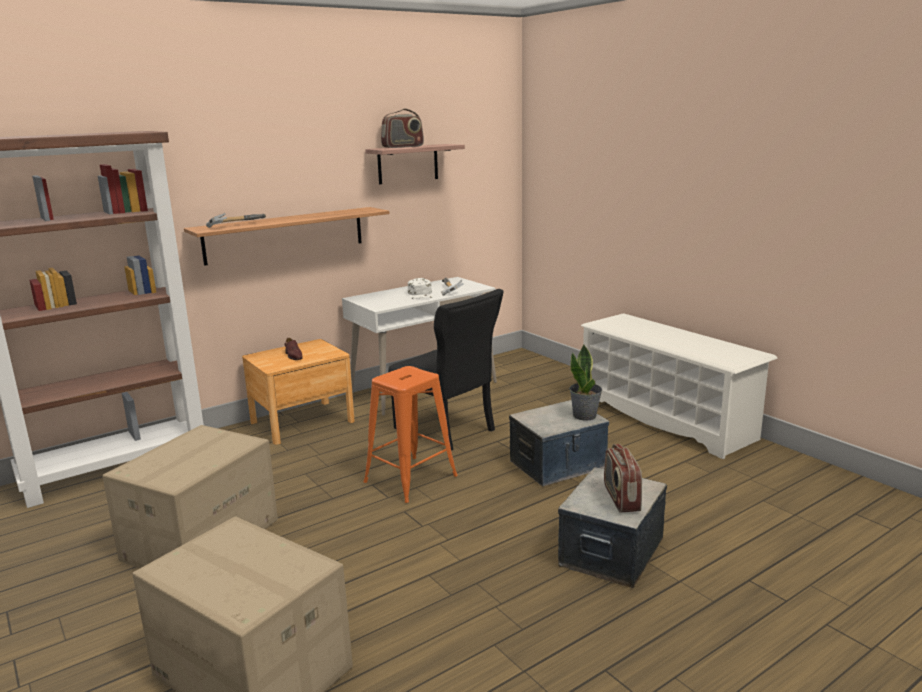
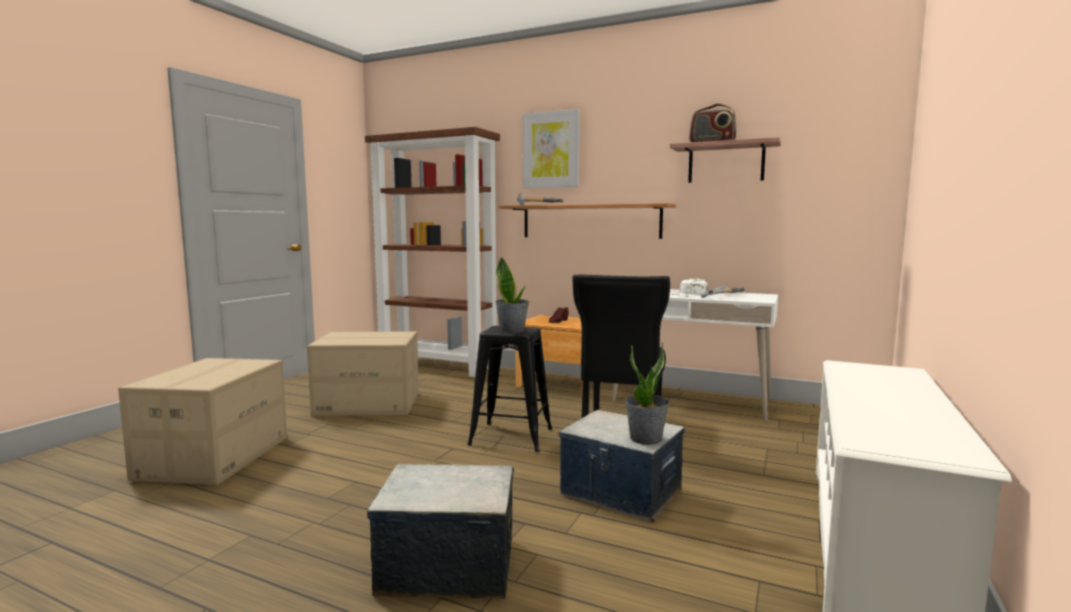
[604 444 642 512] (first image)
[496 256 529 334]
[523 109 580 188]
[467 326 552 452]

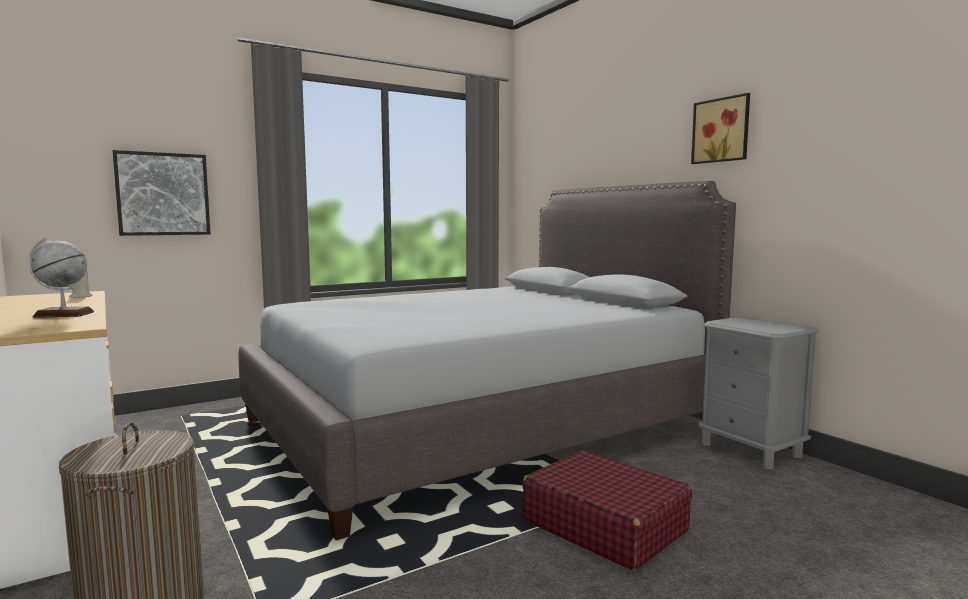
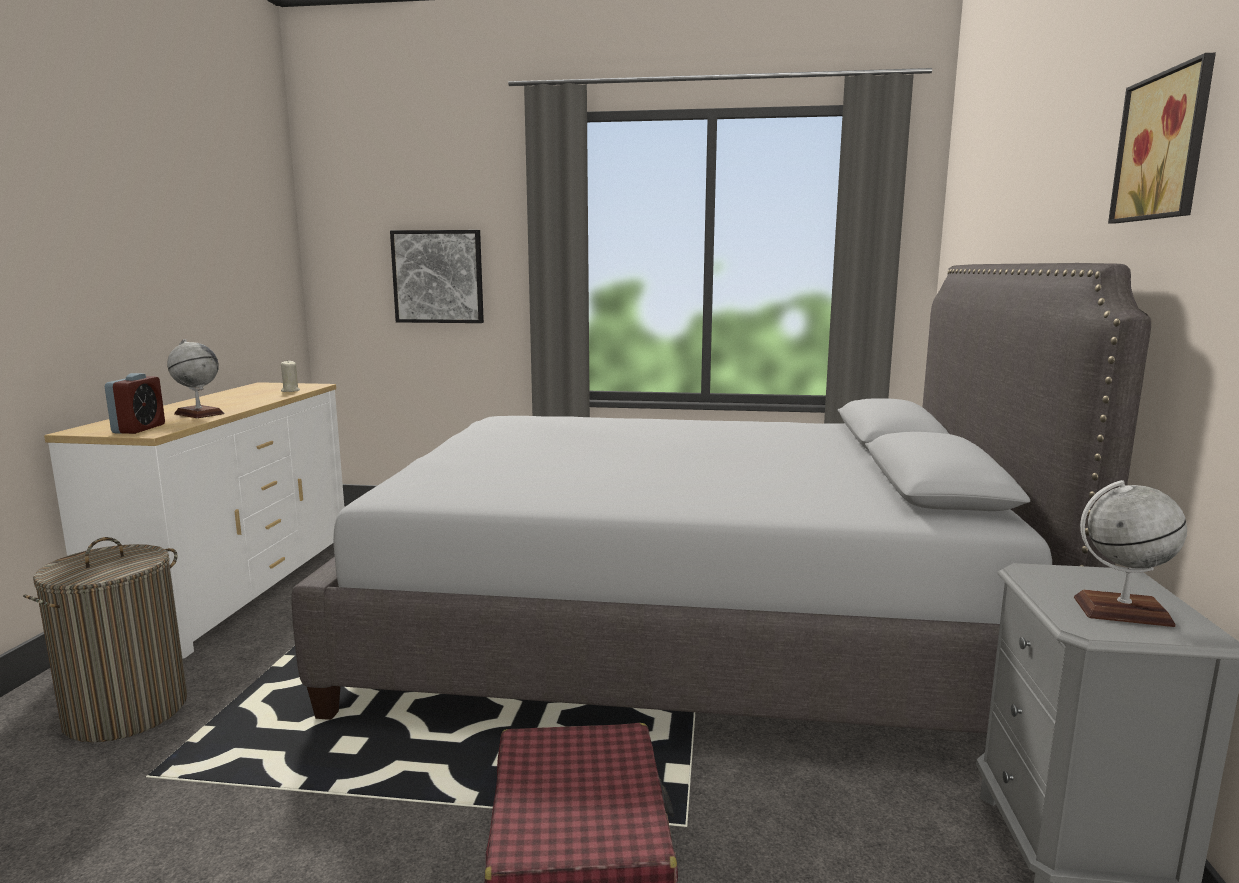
[105 373 165 434]
[1074 480 1187 627]

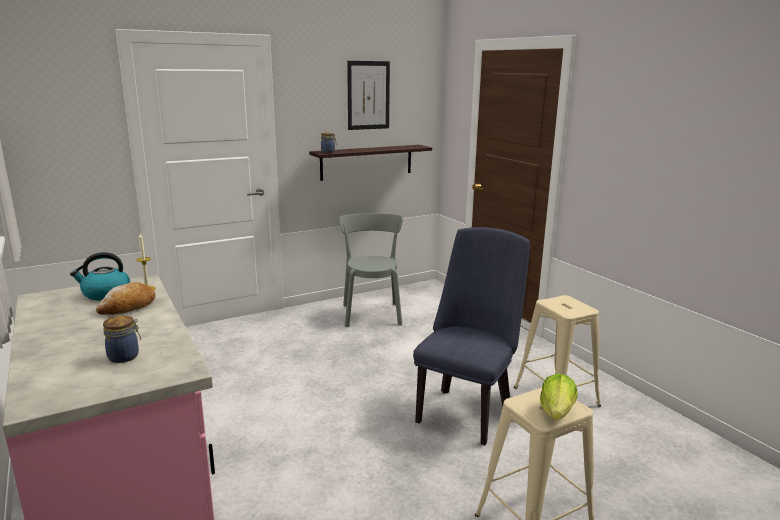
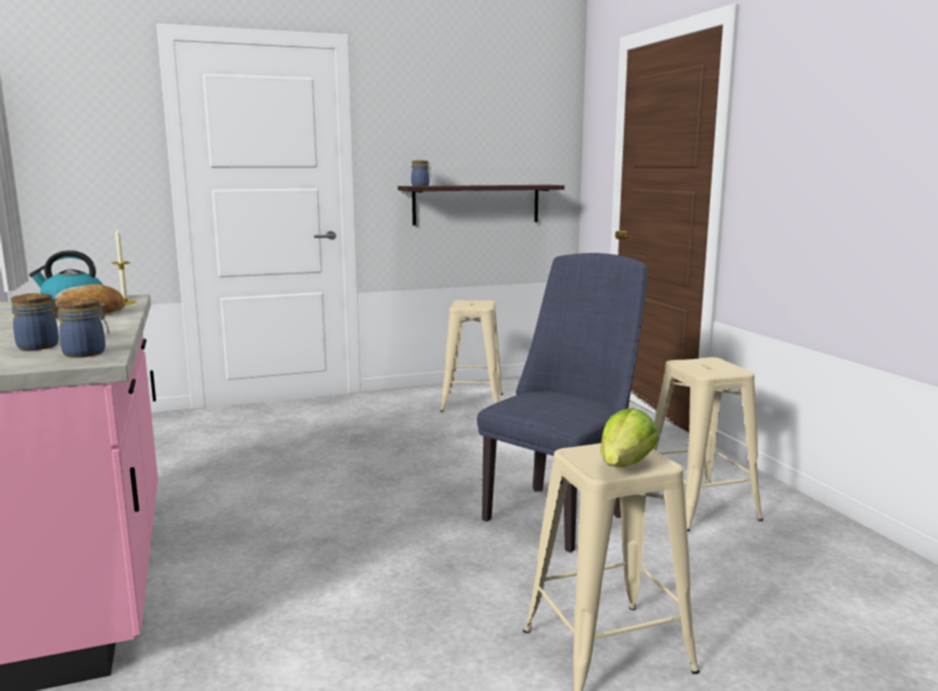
[347 61 390 130] (first image)
[57 298 109 358]
[440 300 503 412]

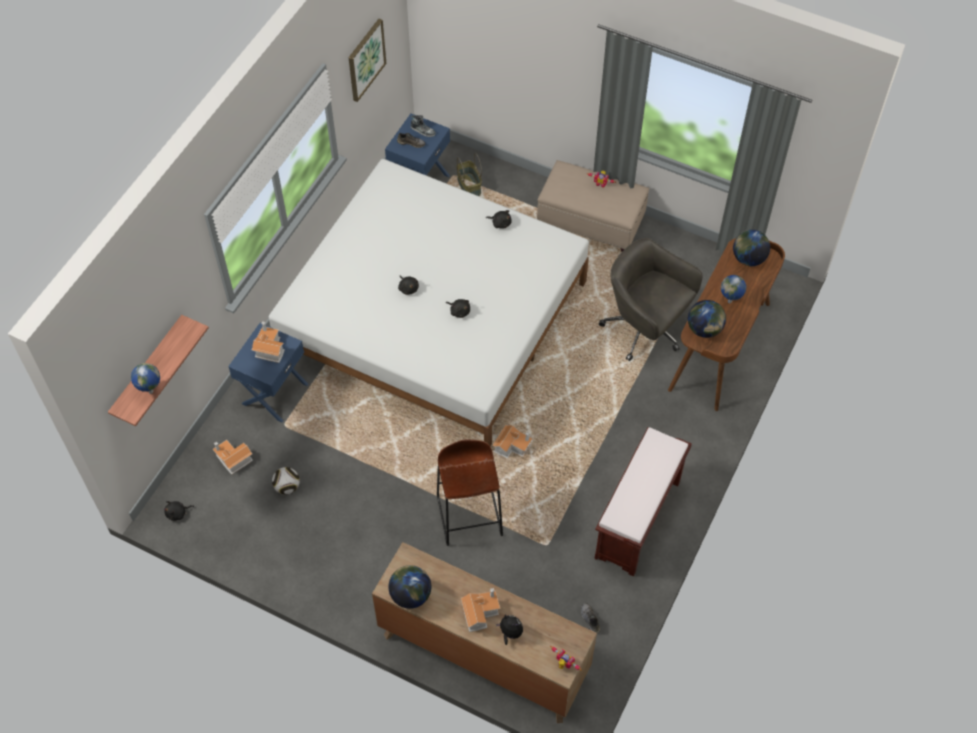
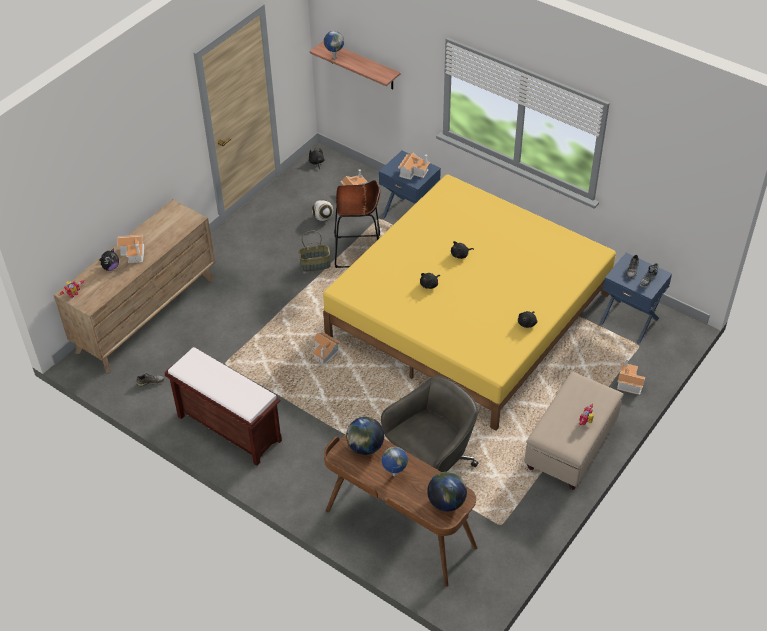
[349 19 386 102] (first image)
[388 565 431 609] (first image)
[617 358 645 395]
[334 180 380 268]
[298 230 331 272]
[323 174 616 431]

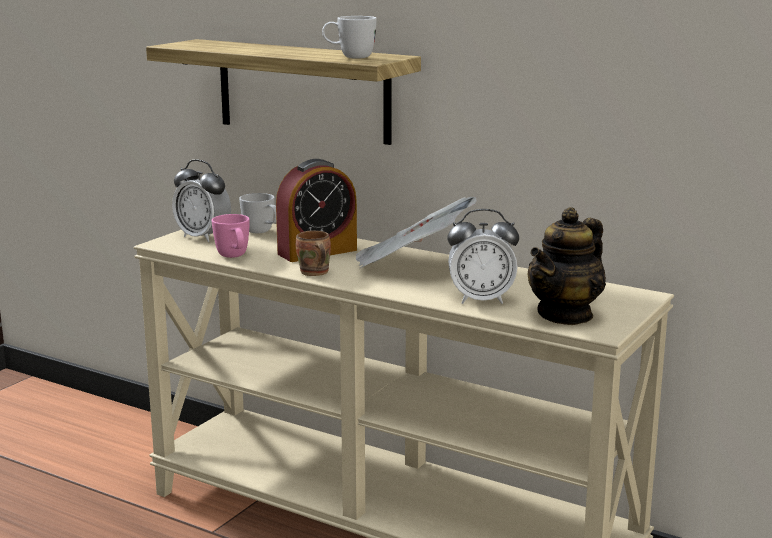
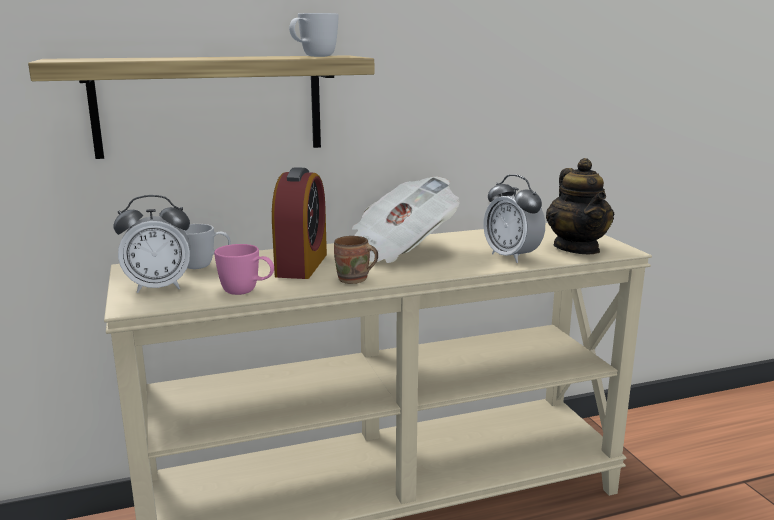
[483 174 545 263]

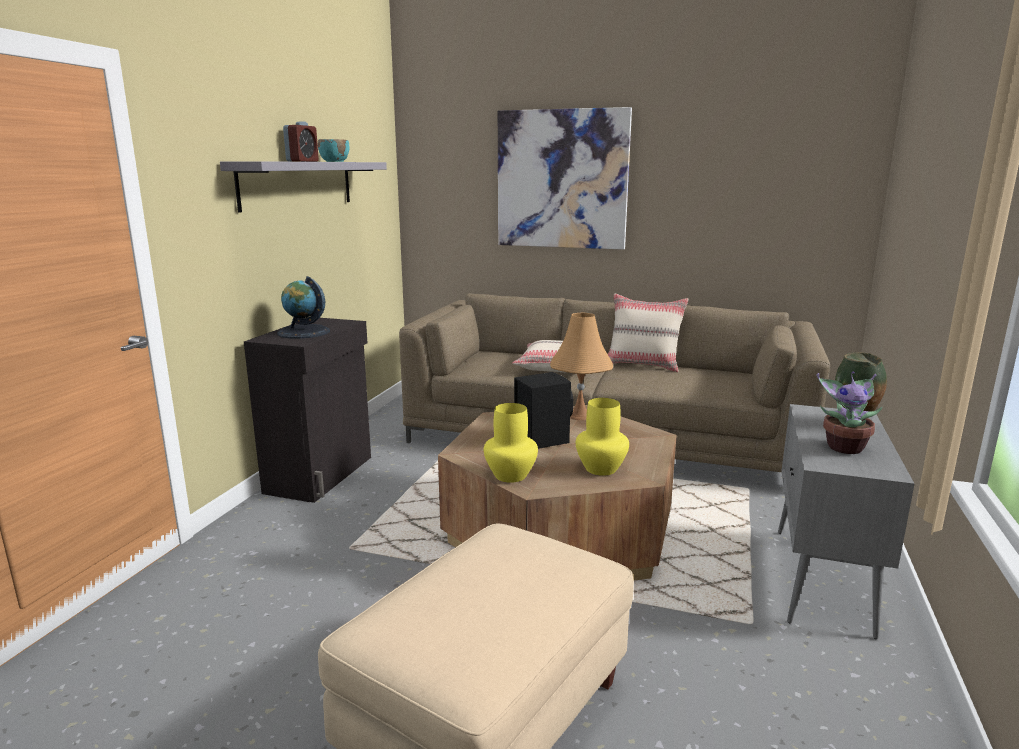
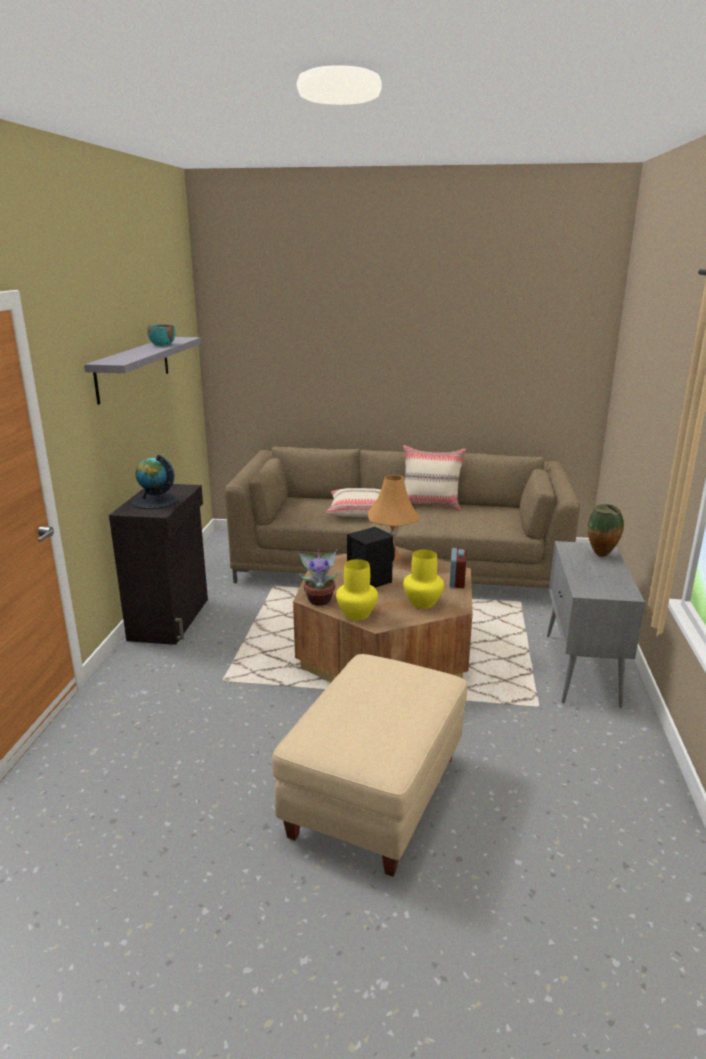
[498 107 632 250] (first image)
[449 548 466 588]
[298 549 340 606]

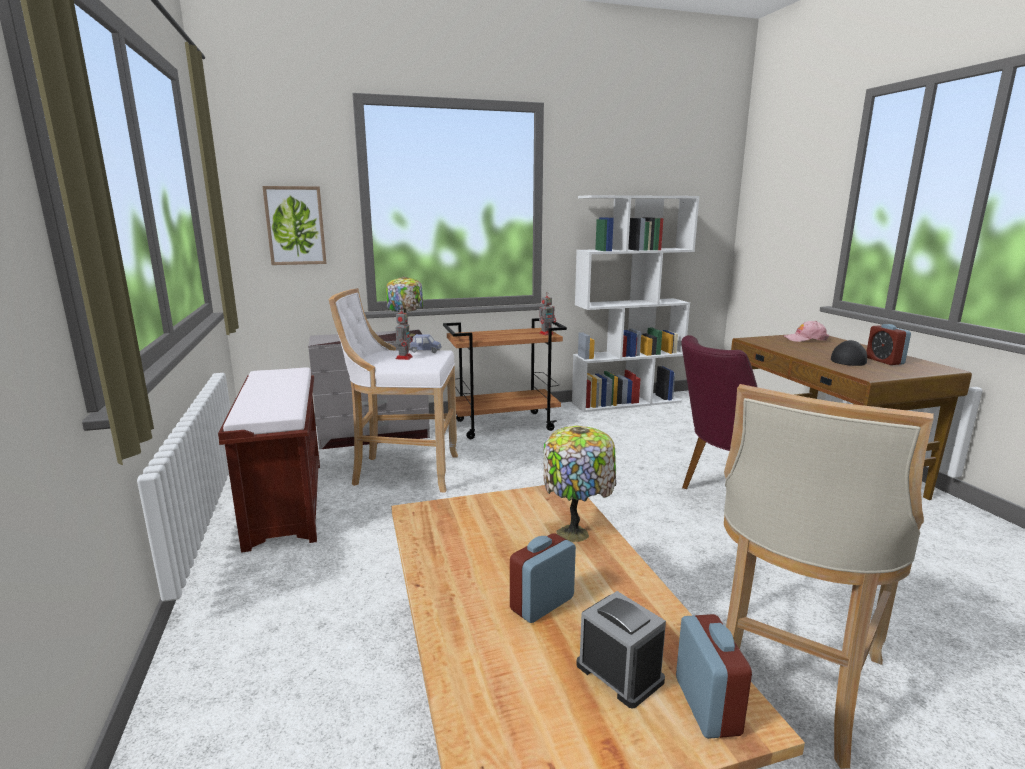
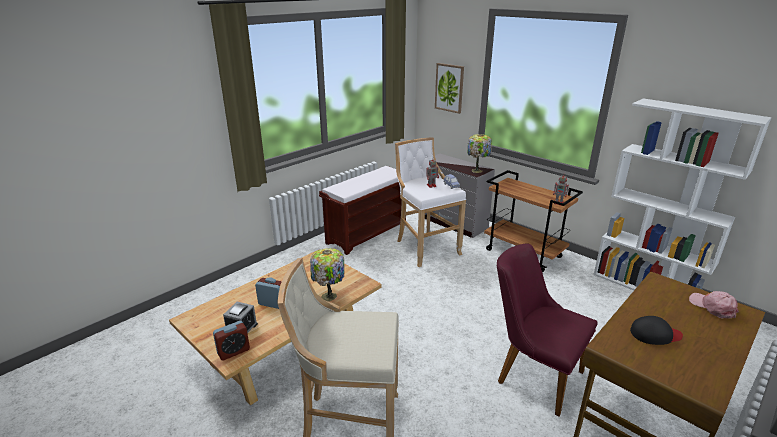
[866 324 911 365] (first image)

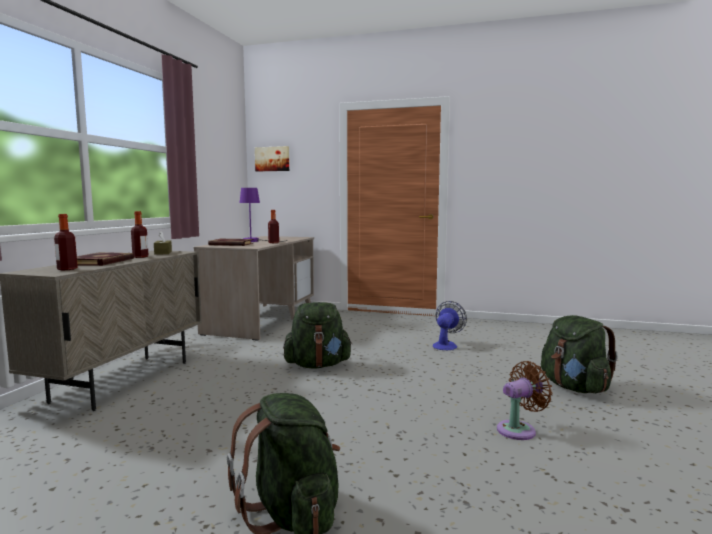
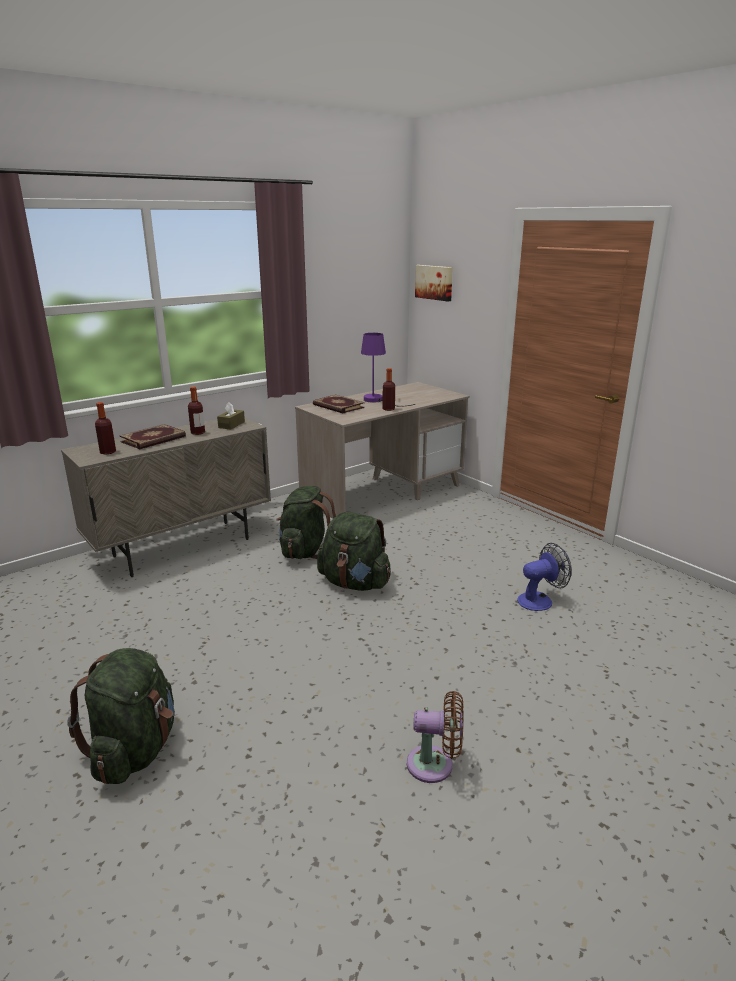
[276 486 336 559]

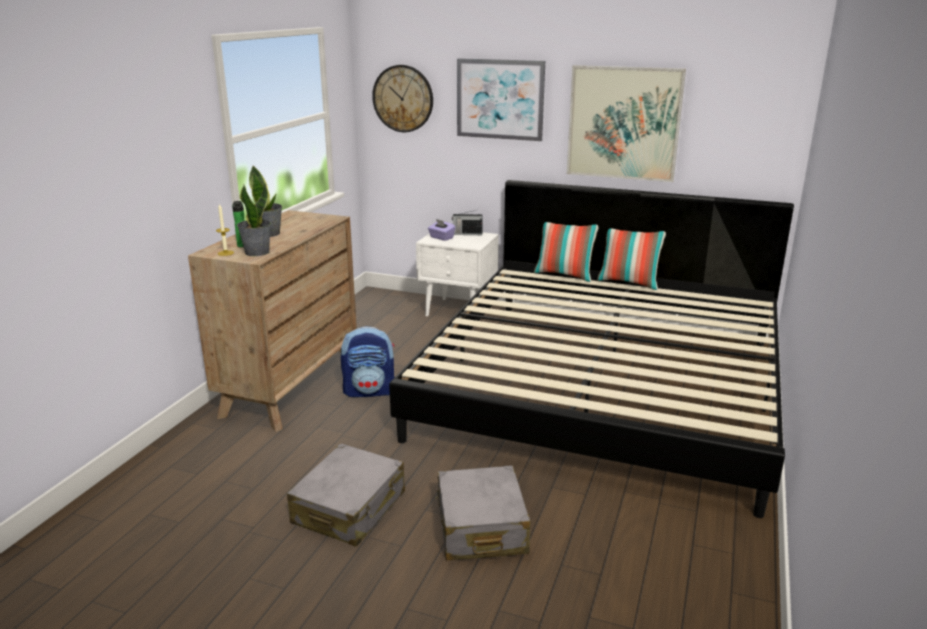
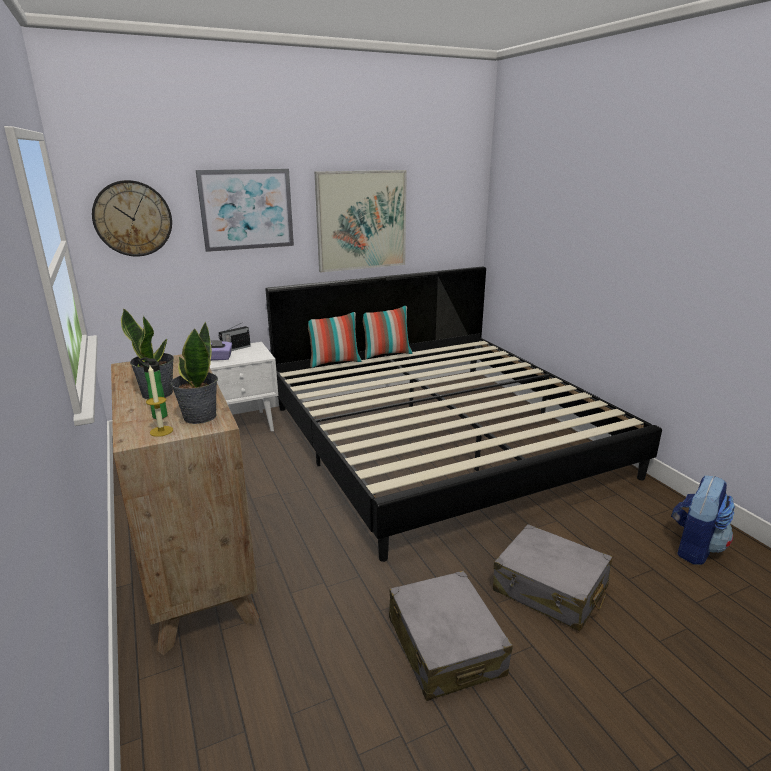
[671 475 735 565]

